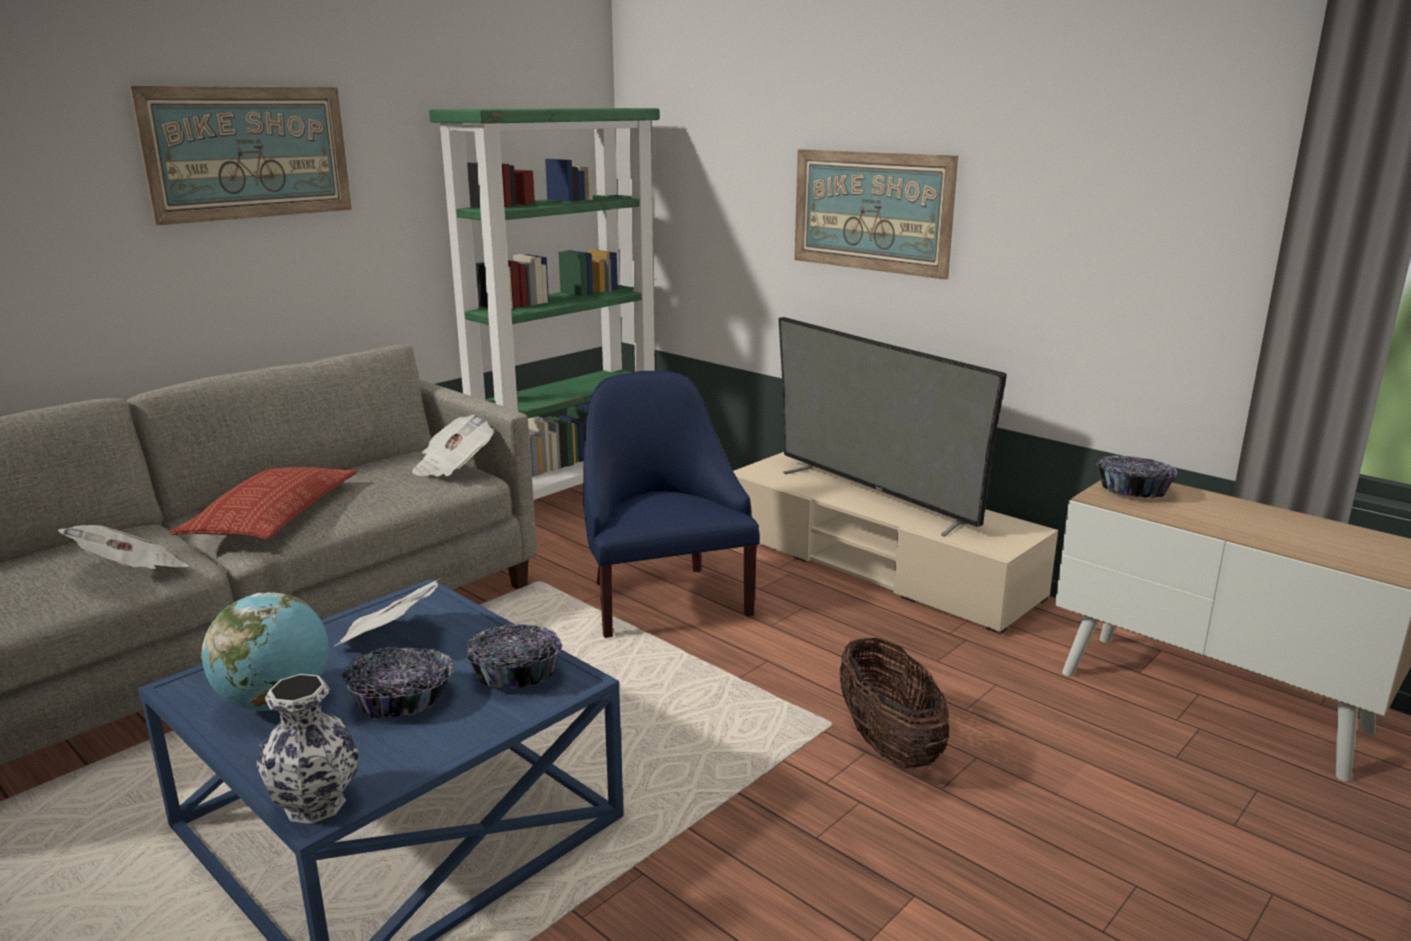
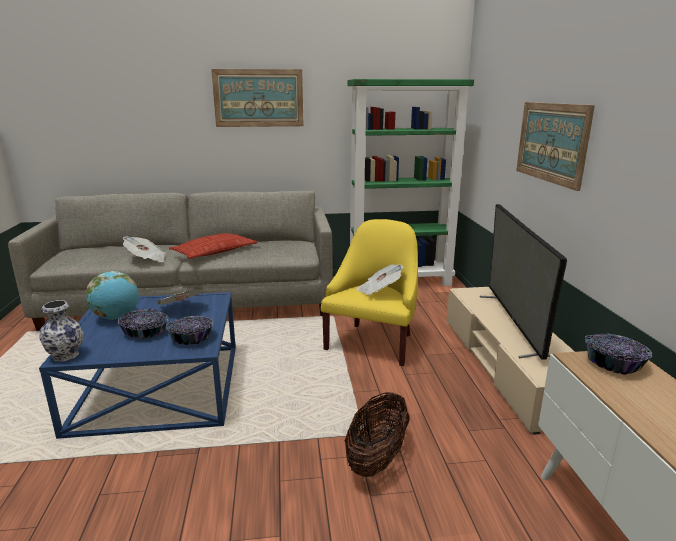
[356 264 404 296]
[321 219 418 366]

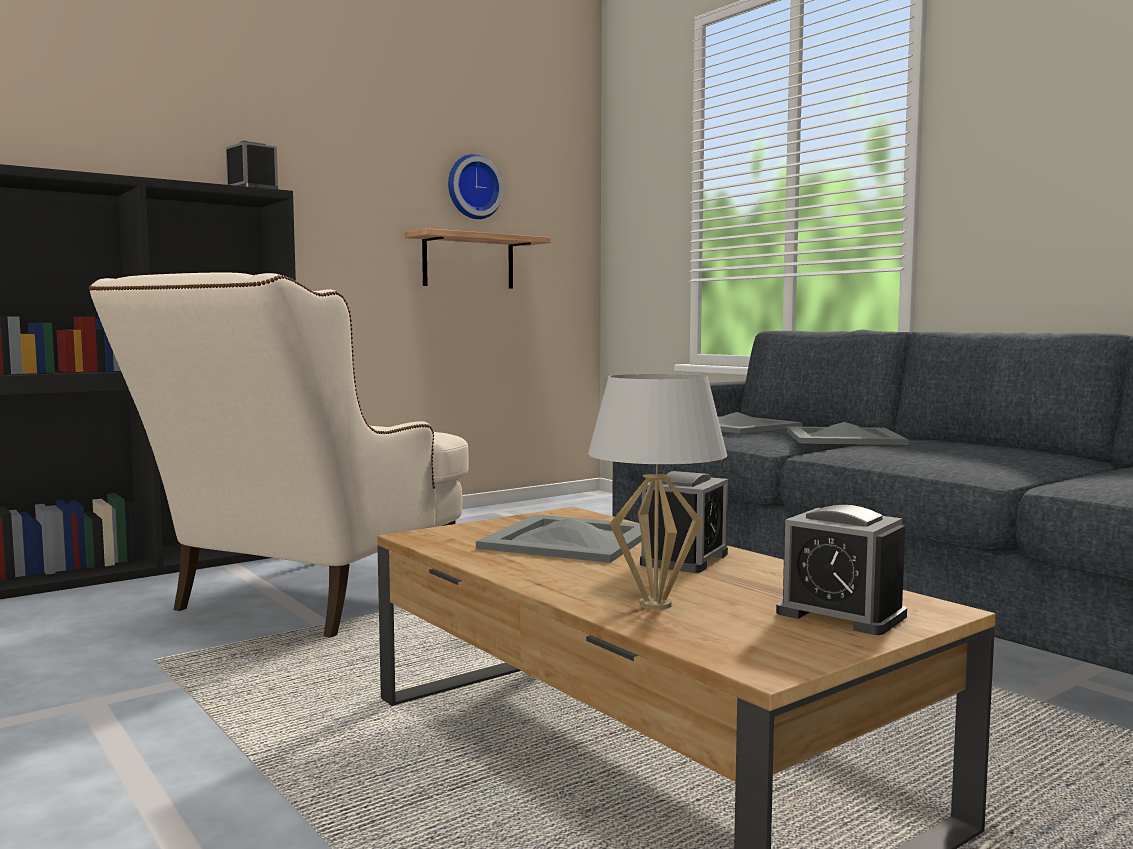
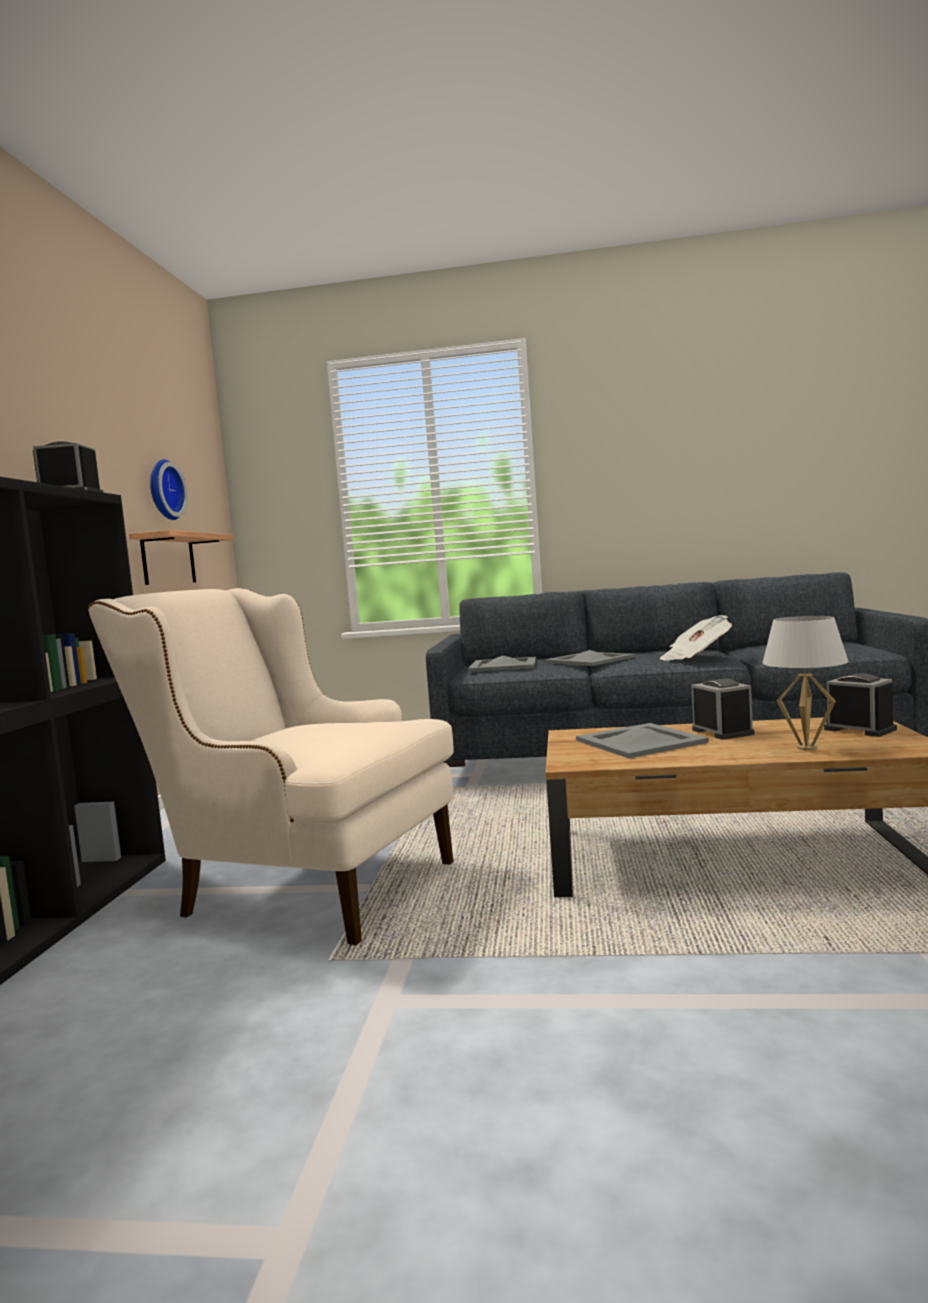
[660 615 732 661]
[87 588 454 945]
[824 673 897 737]

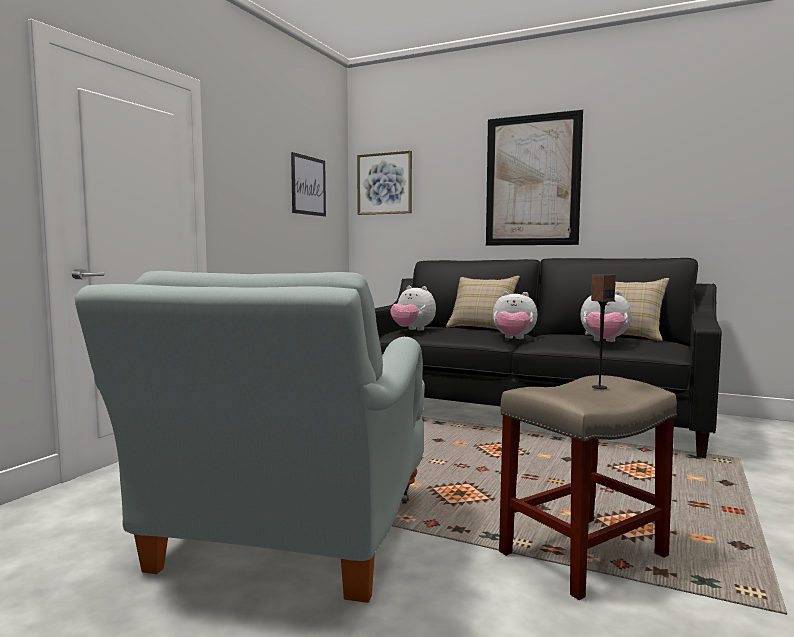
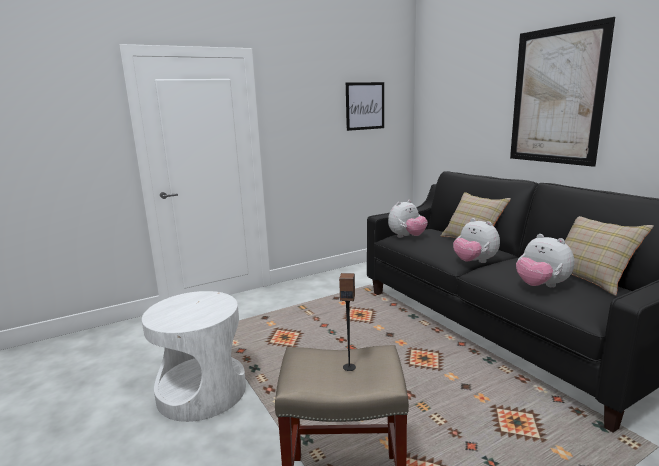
[357 151 412 215] (first image)
[142 291 246 422]
[388 200 428 238]

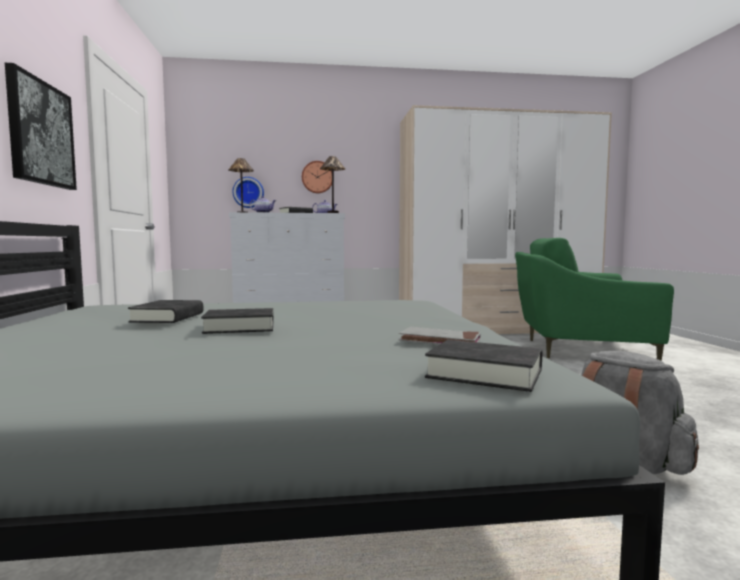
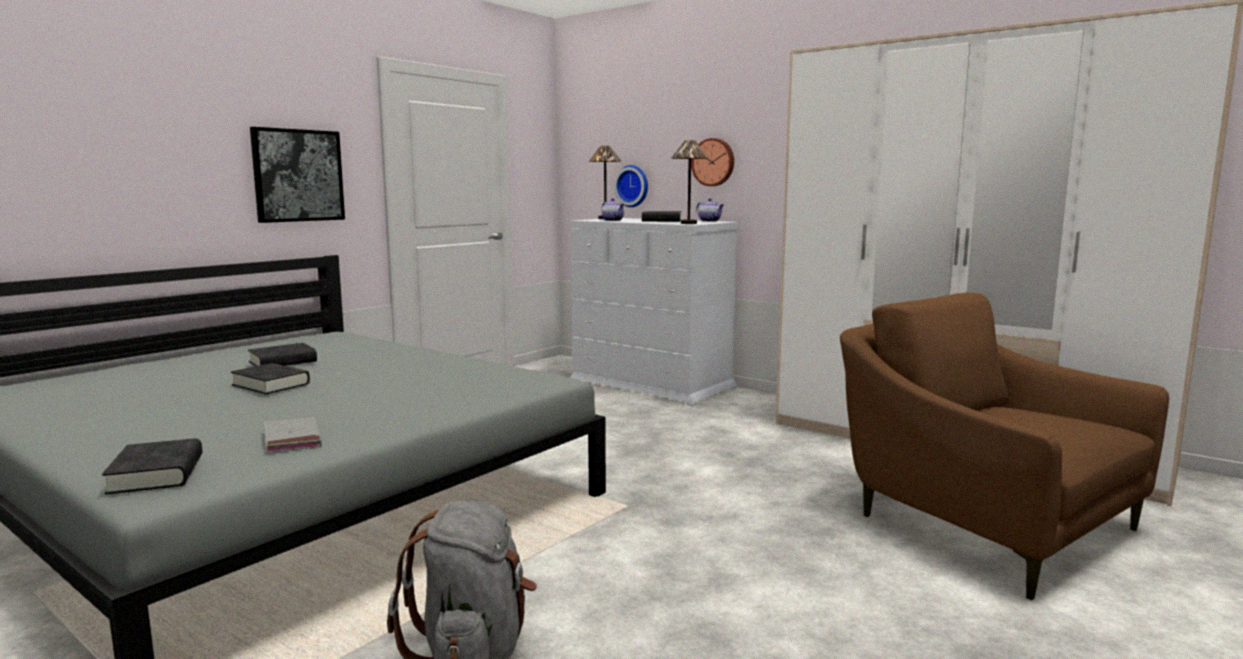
[840 292 1169 600]

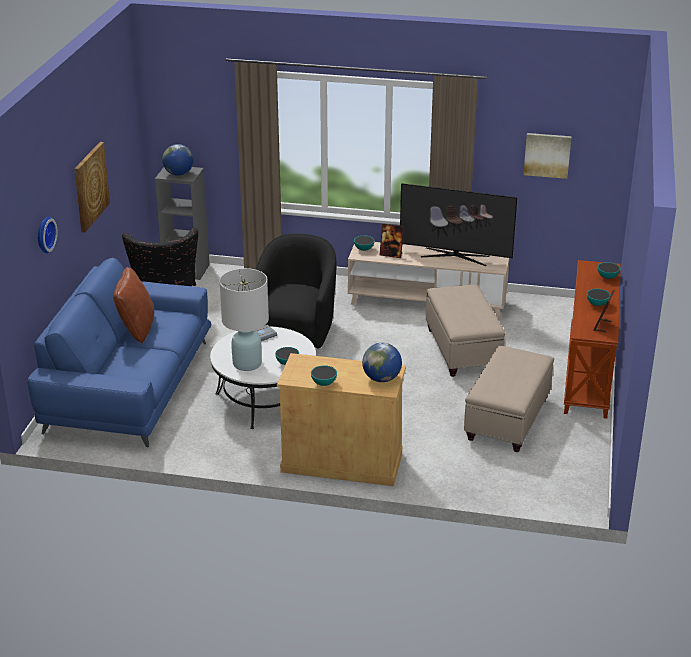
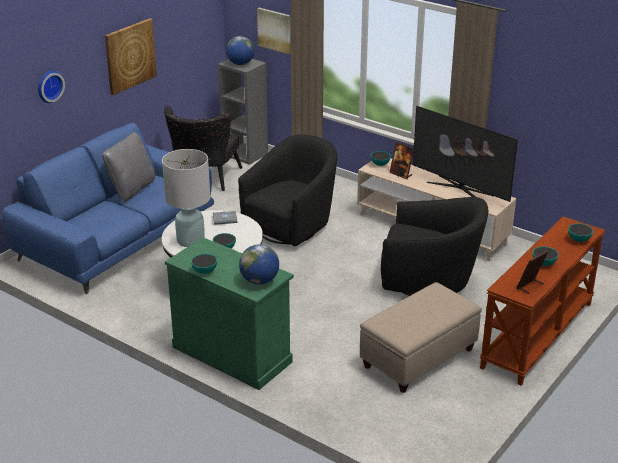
[257 8 291 54]
[381 197 488 296]
[102 132 156 202]
[165 237 294 390]

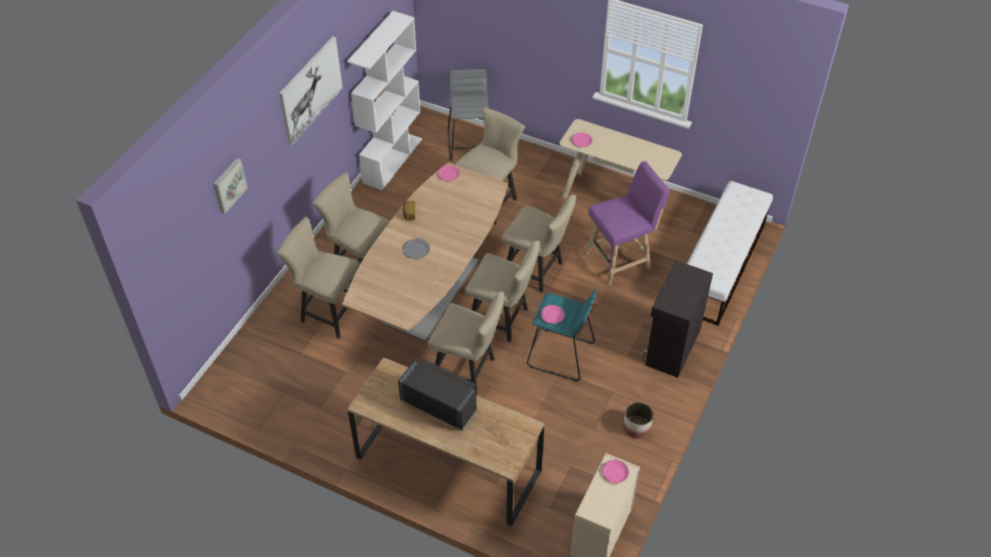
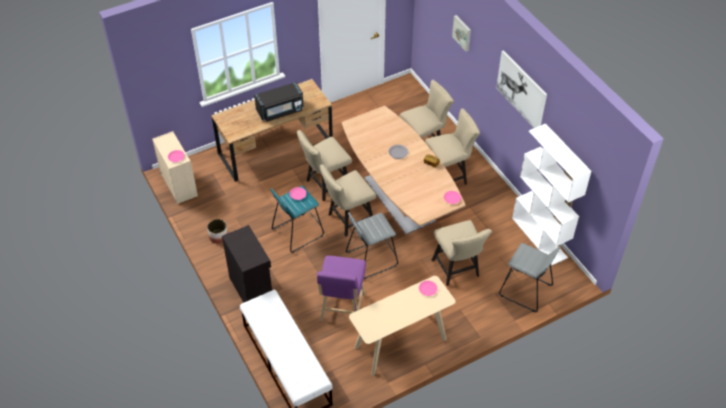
[346 212 398 279]

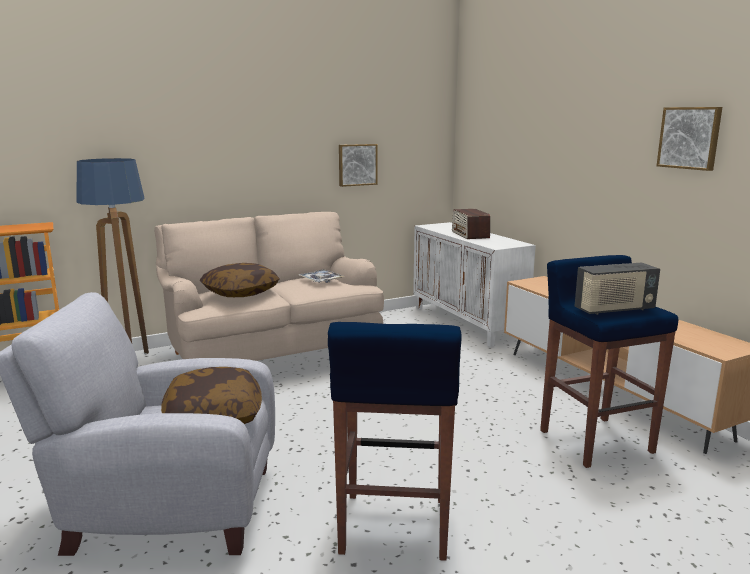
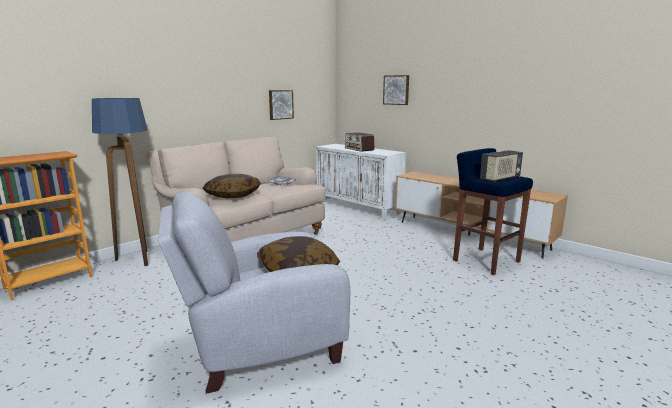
[328 322 462 561] (first image)
[383 75 409 105]

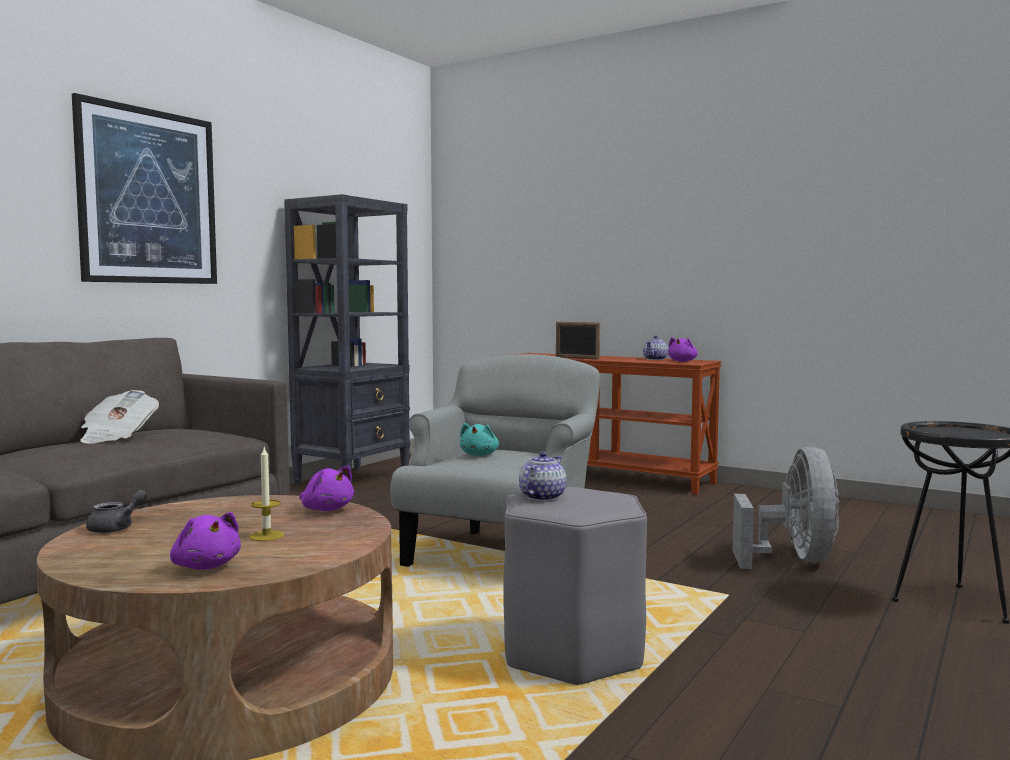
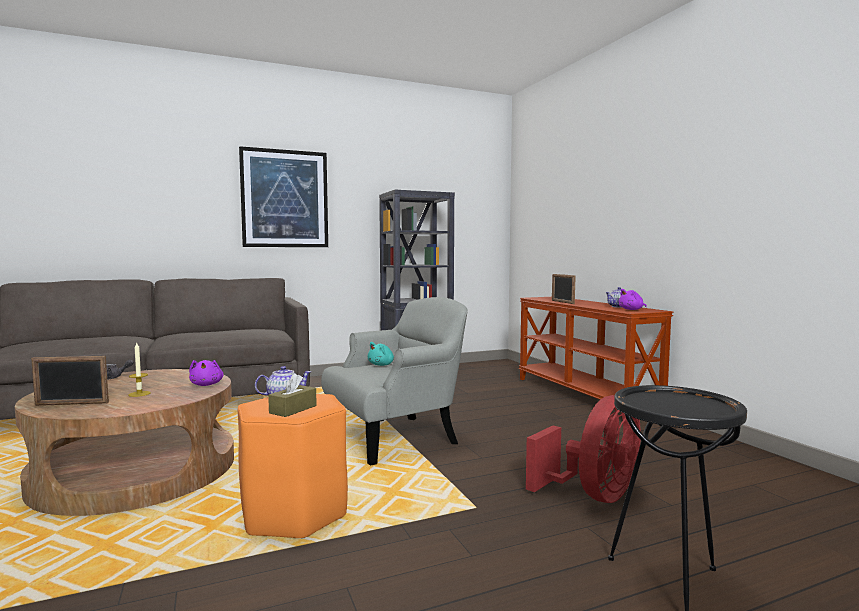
[80 390 159 444] (first image)
[268 373 317 417]
[31 356 109 406]
[238 394 348 539]
[526 395 641 503]

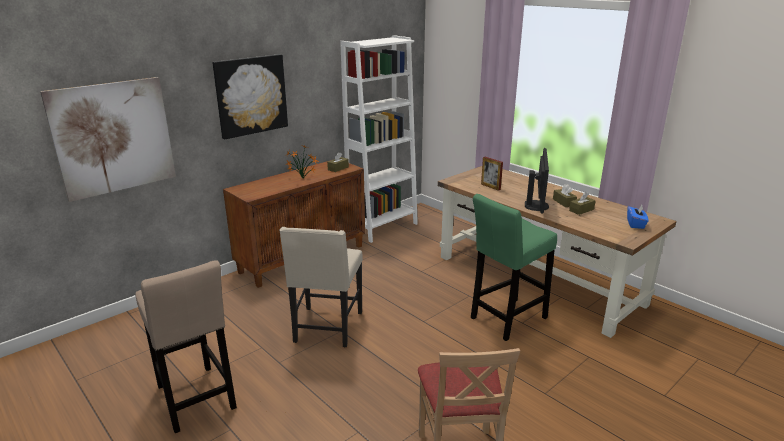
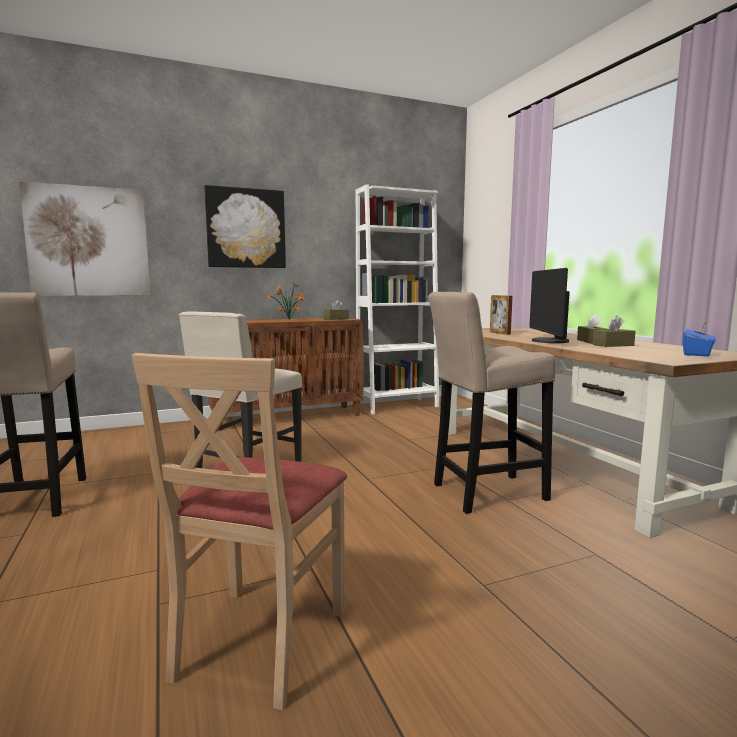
[429 292 556 514]
[529 268 570 343]

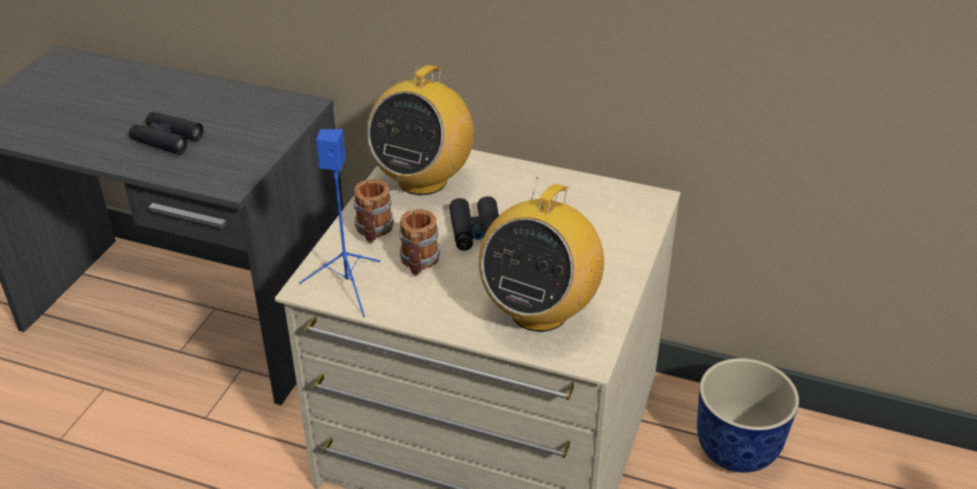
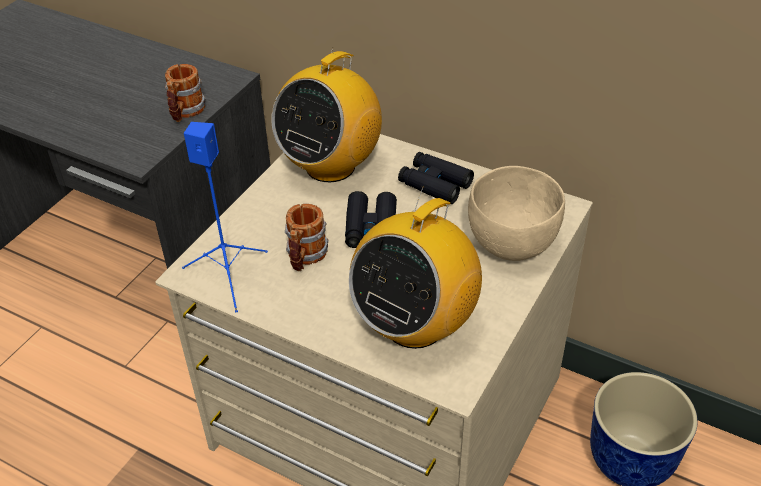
[468 166 565 261]
[398 152 474 204]
[165 64 206 122]

